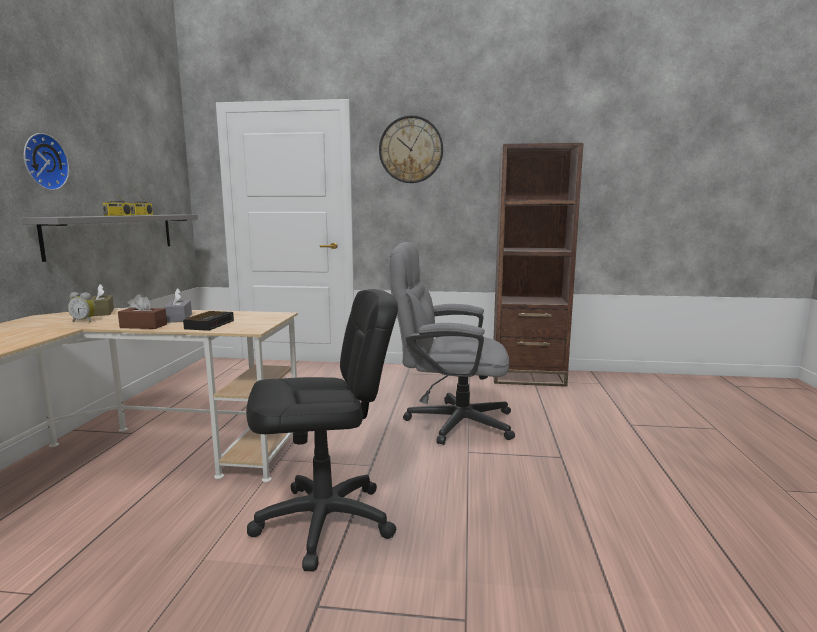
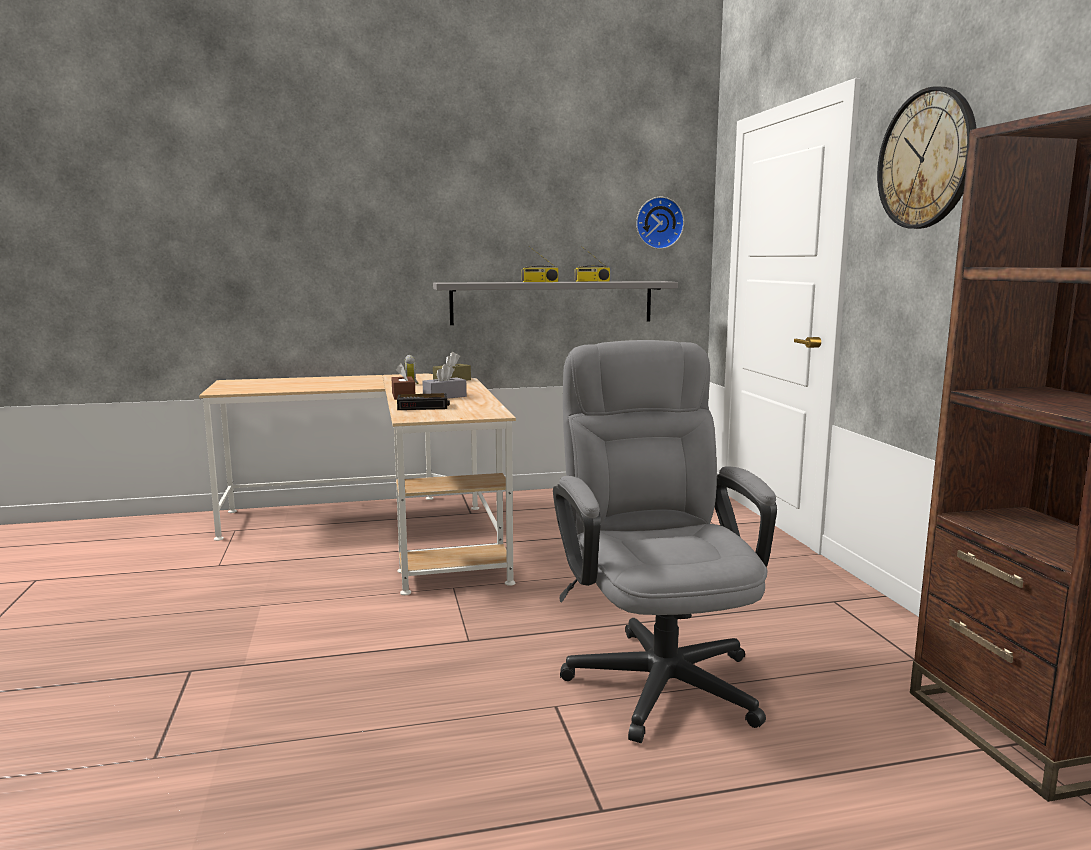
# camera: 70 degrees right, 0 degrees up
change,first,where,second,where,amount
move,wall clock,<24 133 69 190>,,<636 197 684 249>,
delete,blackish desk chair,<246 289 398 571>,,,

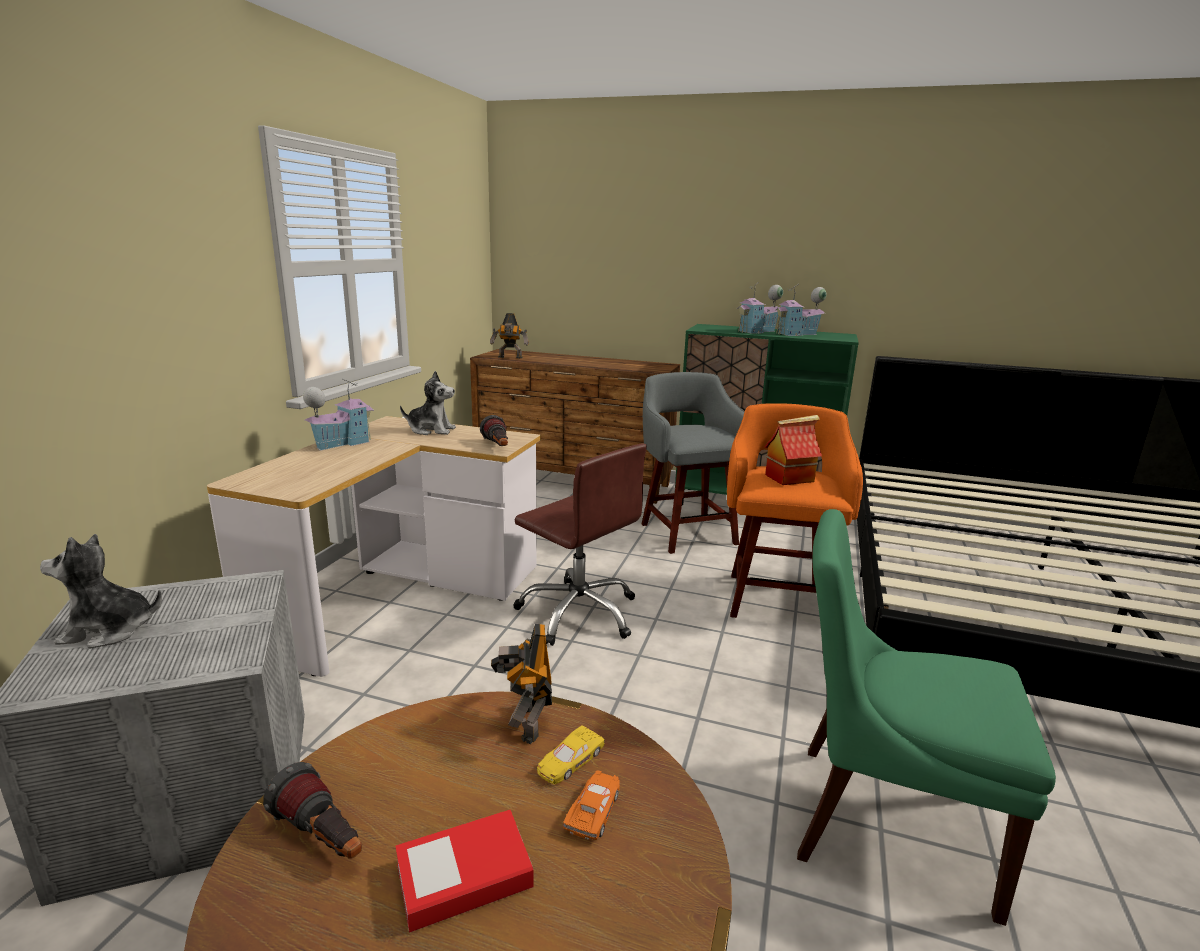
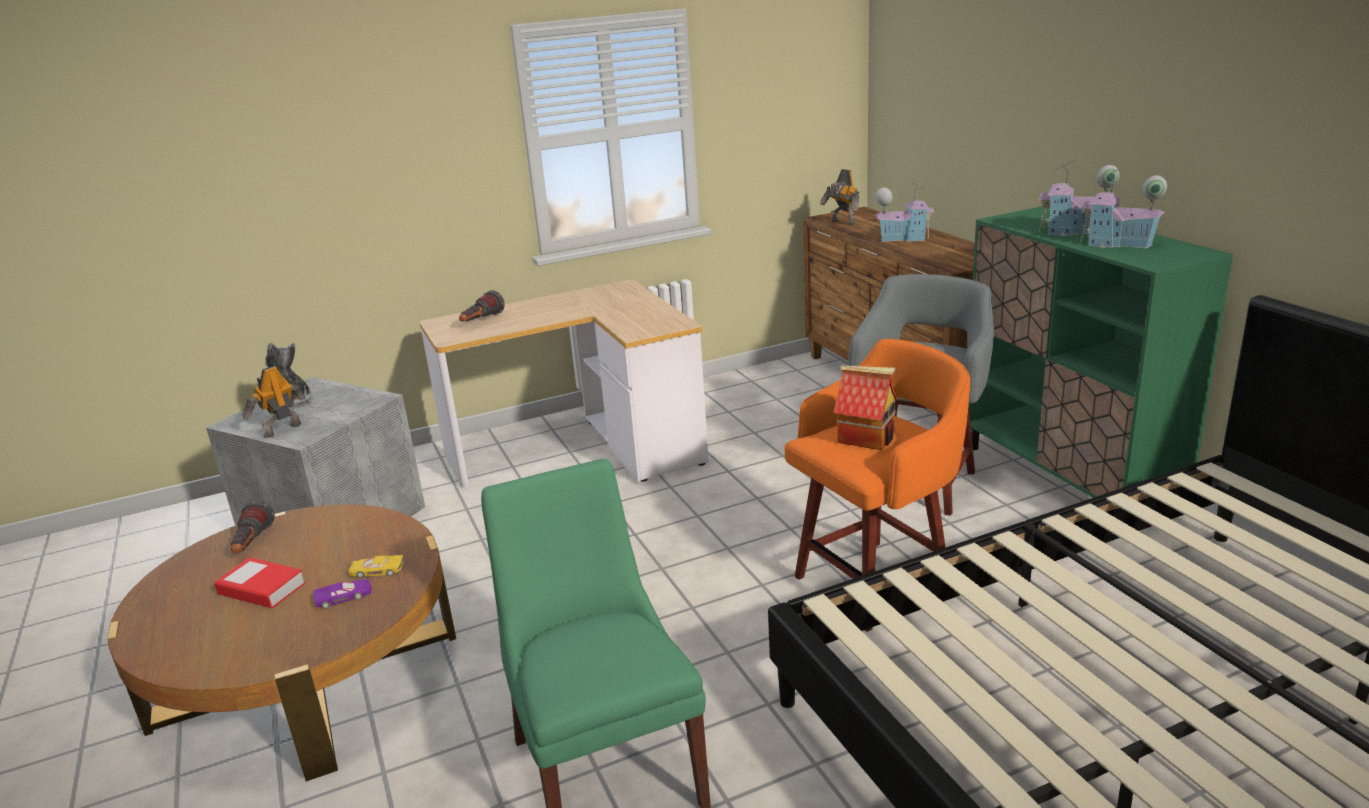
# camera: 50 degrees right, 5 degrees up
change,first,where,second,where,amount
move,toy robot,<491 624 552 744>,,<242 366 303 438>,
recolor,orangey model car,<563 770 620 840>,purple-coloured model car,<314 579 372 609>,
move,hand torch,<480 415 508 446>,,<459 290 505 322>,
move,toy house,<303 379 374 451>,,<875 182 935 242>,
delete,soft toy,<400 371 456 435>,,,
delete,brownish desk chair,<513 443 647 646>,,,

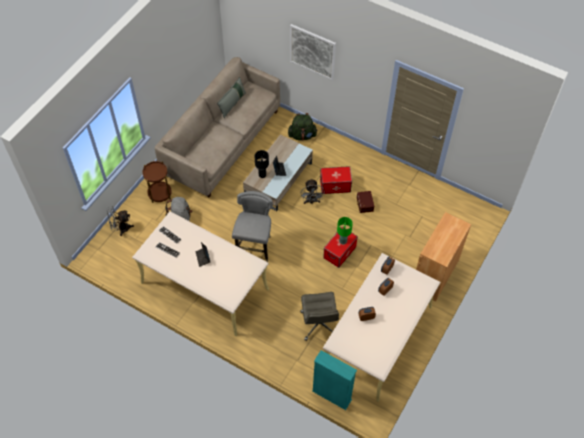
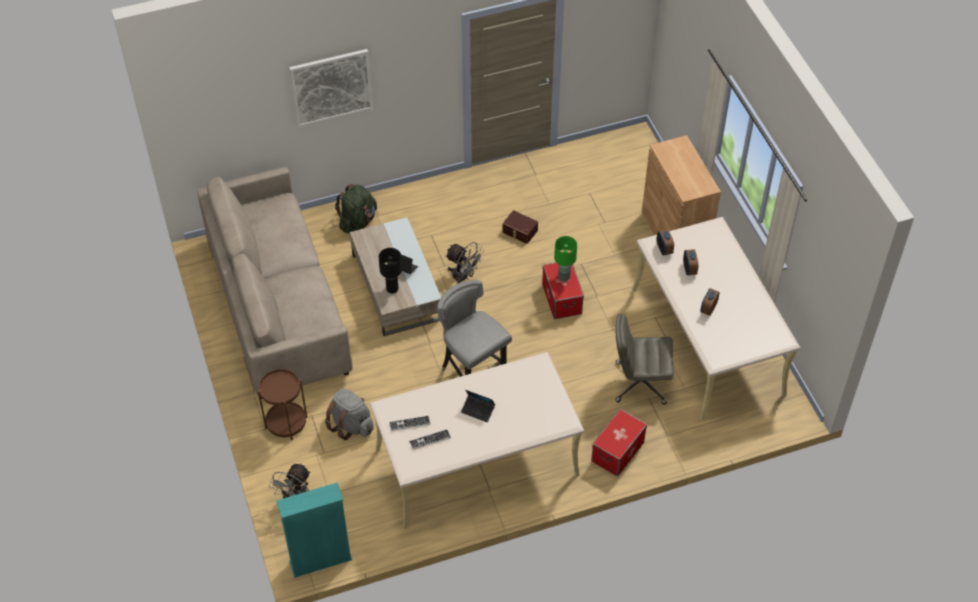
# camera: 50 degrees left, 5 degrees down
change,first,where,second,where,amount
move,turquoise shelving unit,<312 350 357 410>,,<276 482 352 578>,
move,storage box,<320 166 352 194>,,<591 409 647 477>,
rotate,gray desk chair,<300 292 339 341>,,<616 313 674 405>,150 degrees clockwise
delete,gray pillow,<217 77 246 118>,,,

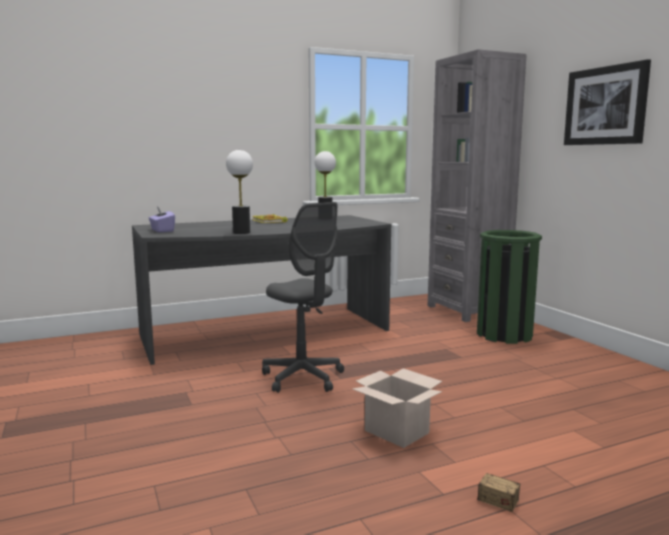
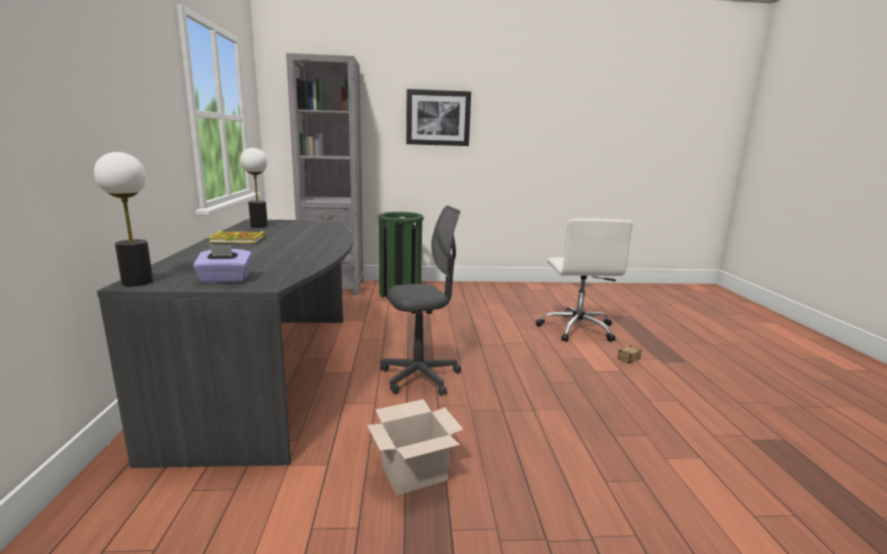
# camera: 70 degrees left, 5 degrees up
change,first,where,second,where,amount
move,table lamp,<226 150 253 234>,,<94 152 153 286>,
move,packing box,<353 368 442 448>,,<367 399 463 495>,
insert,,,whitish desk chair,<536 218 633 342>,

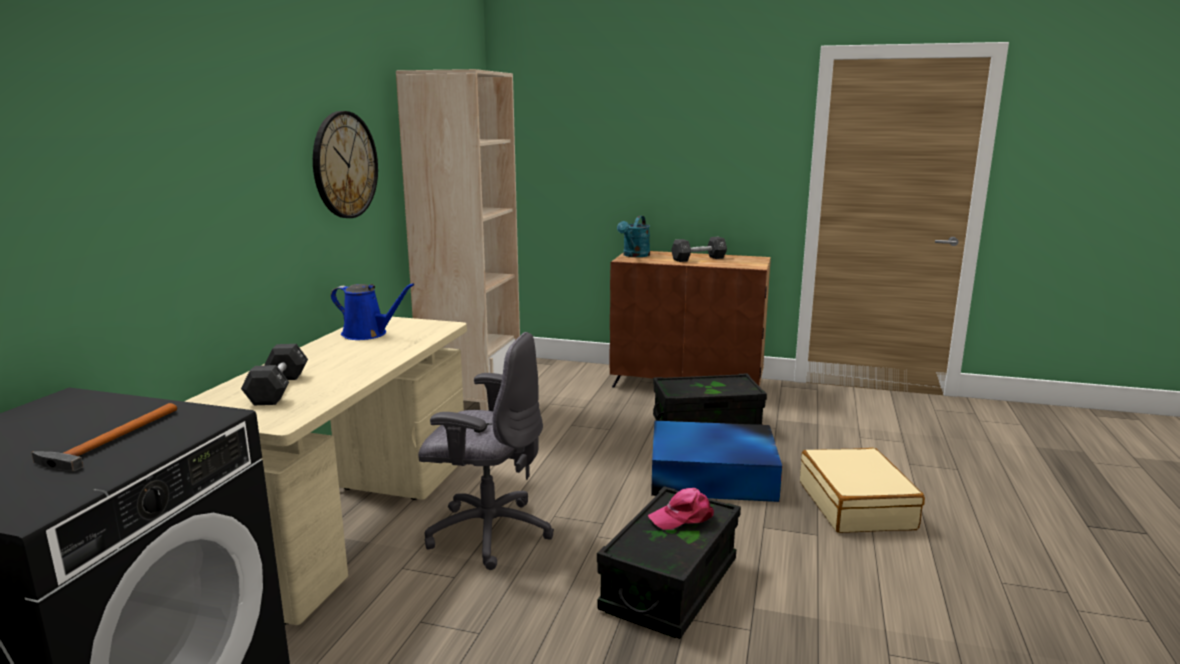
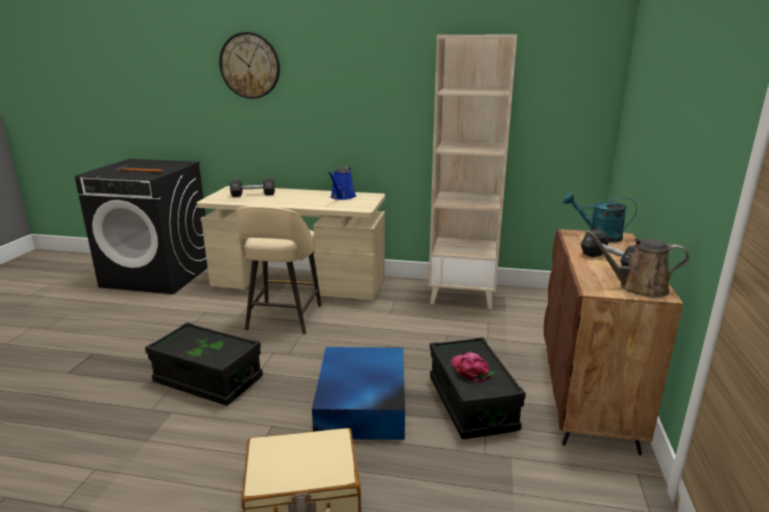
# camera: 85 degrees right, 5 degrees up
change,first,where,second,where,amount
move,wall clock,<313 111 378 218>,,<219 32 280 99>,
replace,gray desk chair,<418 332 554 570>,beige-coloured stool seat,<236 206 321 334>,
move,pink baseball cap,<648 488 714 530>,,<451 352 491 382>,
insert,,,brownish watering pot,<585 230 689 298>,

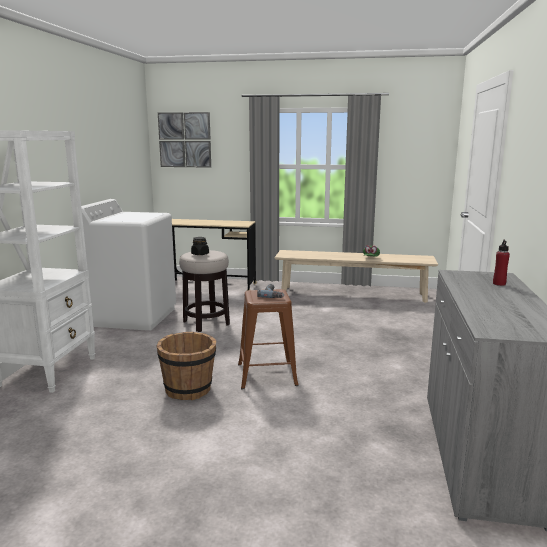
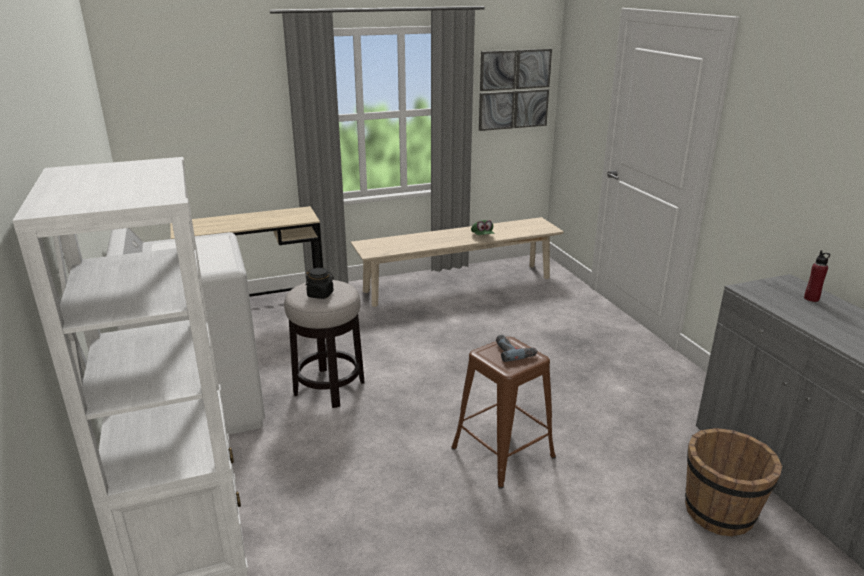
# camera: 30 degrees left, 10 degrees up
change,first,where,second,where,amount
move,picture,<158 112 211 168>,,<479 49 552 131>,
move,brownish pail,<157 332 216 400>,,<685 428 782 537>,

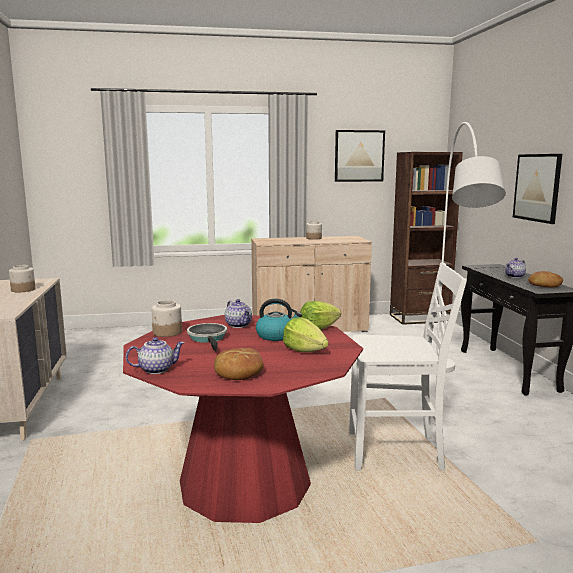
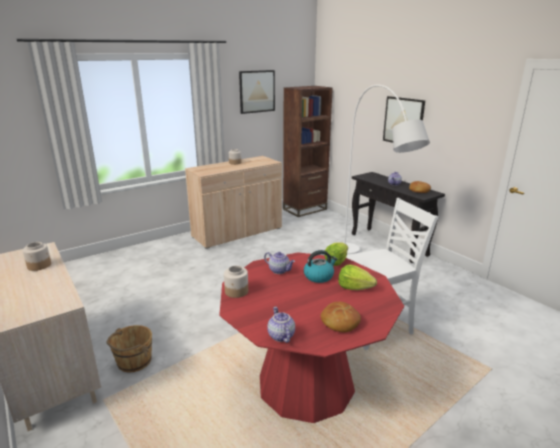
# camera: 25 degrees left, 10 degrees up
change,first,where,second,where,amount
insert,,,brownish pail,<107 325 152 372>,
rotate,pot for tea,<126 337 184 374>,,<267 307 295 343>,60 degrees counterclockwise
delete,frying pan,<187 323 227 351>,,,

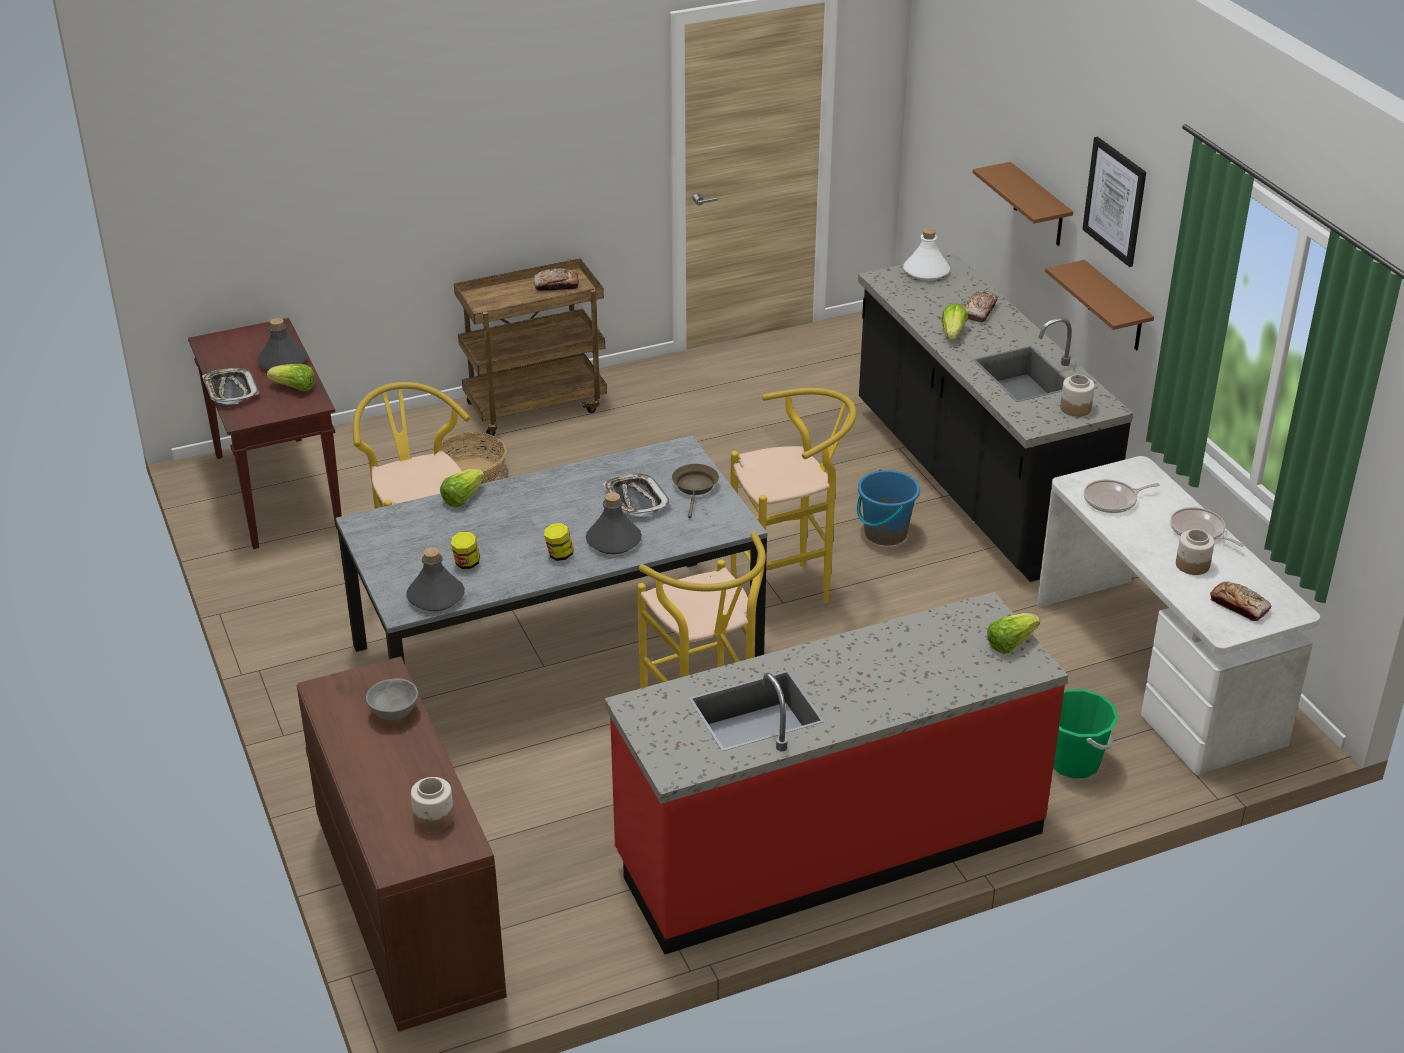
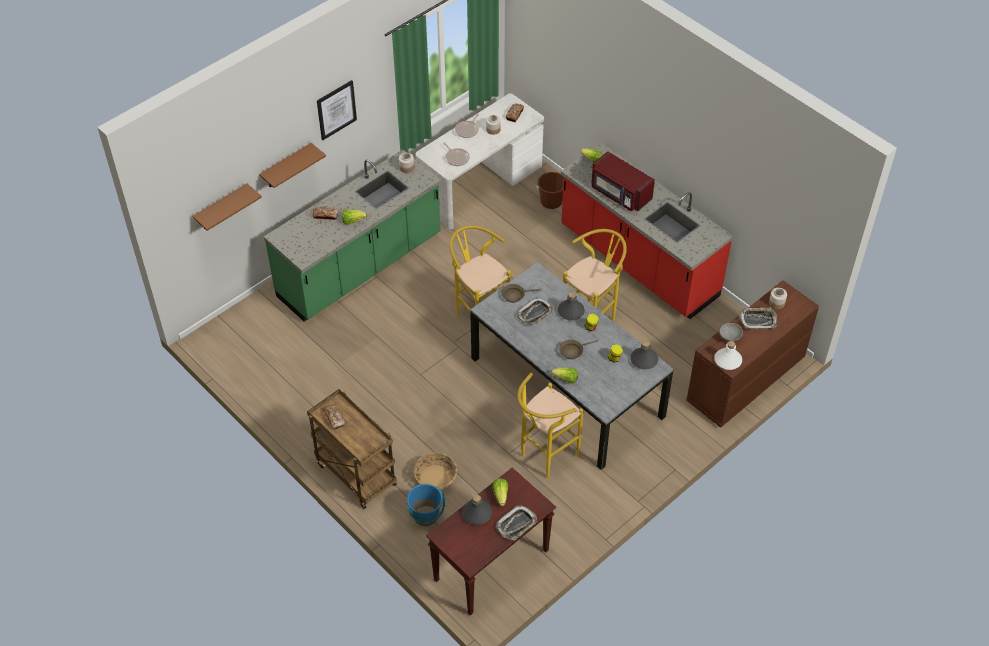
# camera: 110 degrees left, 15 degrees up
change,first,where,second,where,amount
move,brownish shelf,<1045 260 1154 351>,,<192 183 262 231>,
recolor,blackish kitchen counter,<858 254 1133 582>,green kitchen counter,<264 149 442 321>,
move,bluish pail,<857 469 920 546>,,<407 484 445 526>,
recolor,green pail,<1053 689 1119 778>,brownish pail,<537 172 564 209>,
insert,,,brownish frying pan,<559 340 598 359>,
insert,,,red-coloured microwave oven,<591 151 655 212>,
move,whitish drink bottle,<903 228 950 281>,,<714 341 742 370>,
insert,,,tray,<739 308 777 329>,

